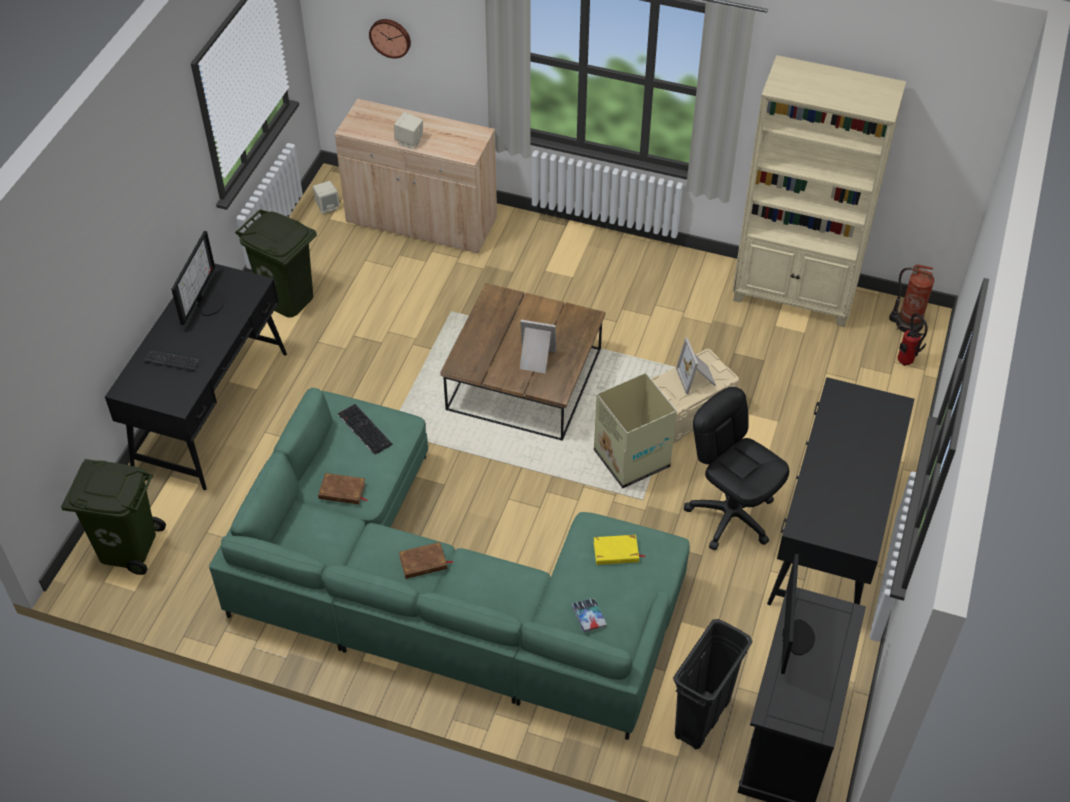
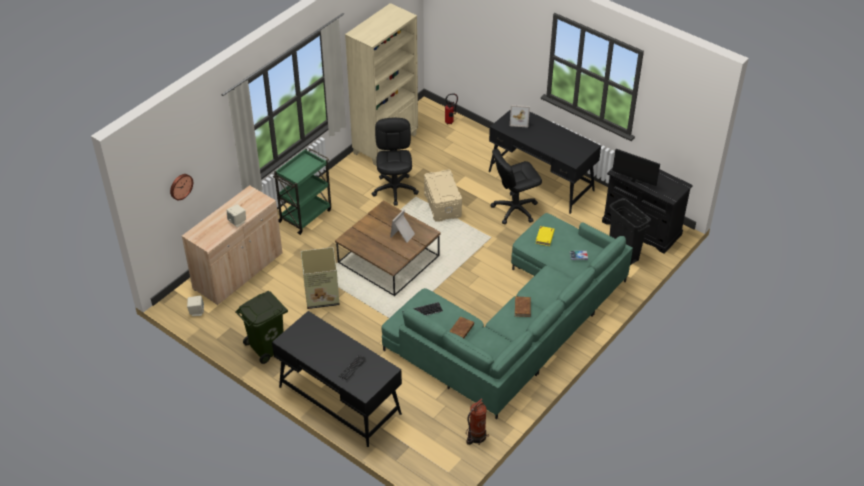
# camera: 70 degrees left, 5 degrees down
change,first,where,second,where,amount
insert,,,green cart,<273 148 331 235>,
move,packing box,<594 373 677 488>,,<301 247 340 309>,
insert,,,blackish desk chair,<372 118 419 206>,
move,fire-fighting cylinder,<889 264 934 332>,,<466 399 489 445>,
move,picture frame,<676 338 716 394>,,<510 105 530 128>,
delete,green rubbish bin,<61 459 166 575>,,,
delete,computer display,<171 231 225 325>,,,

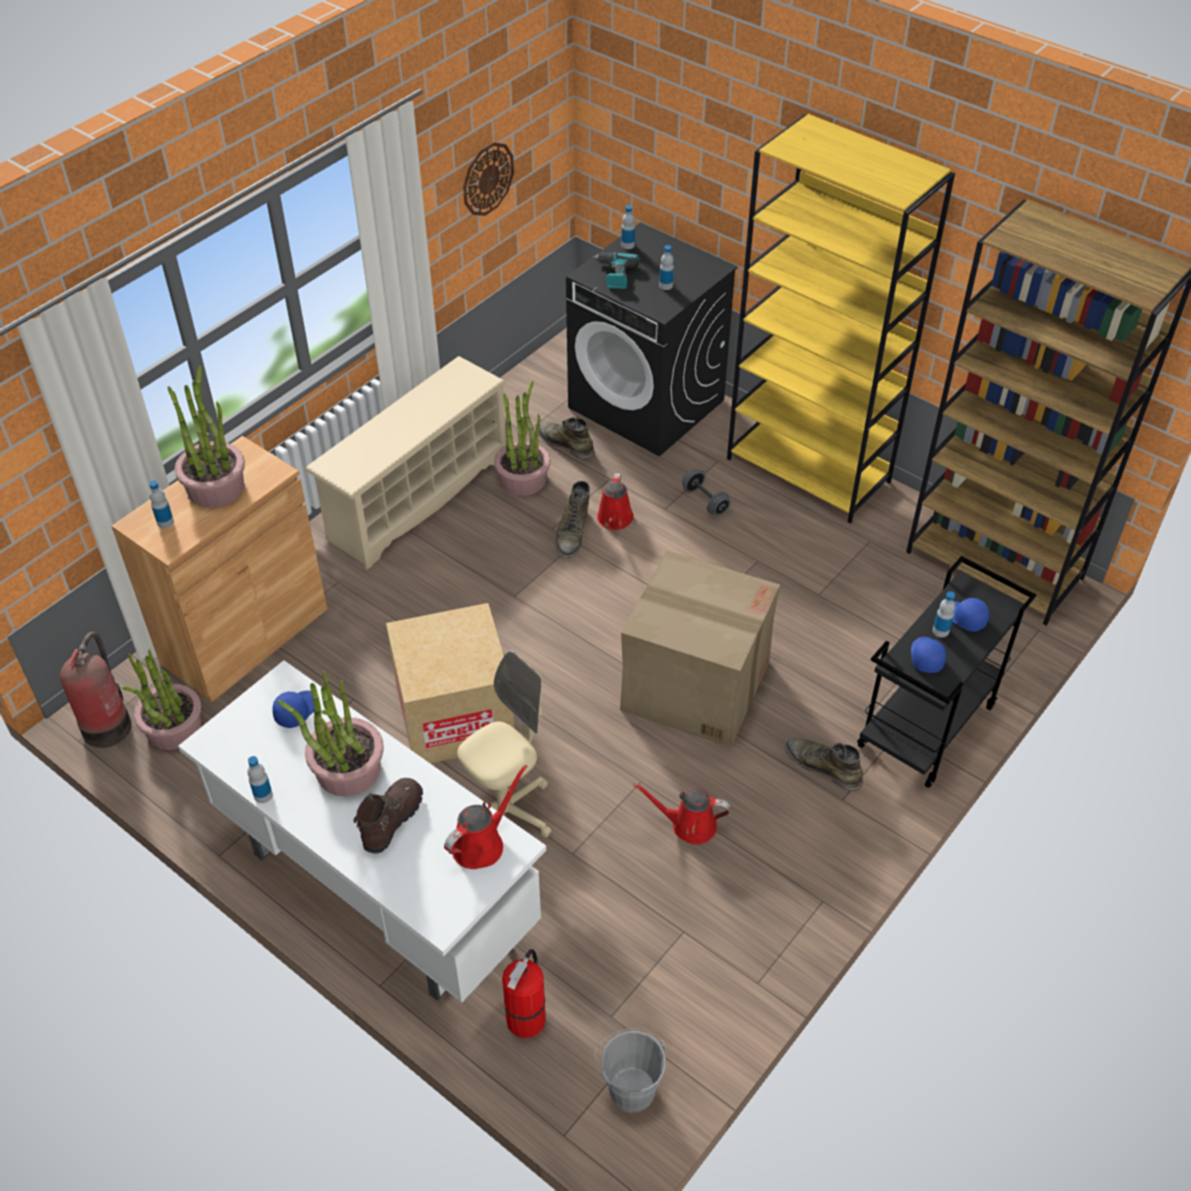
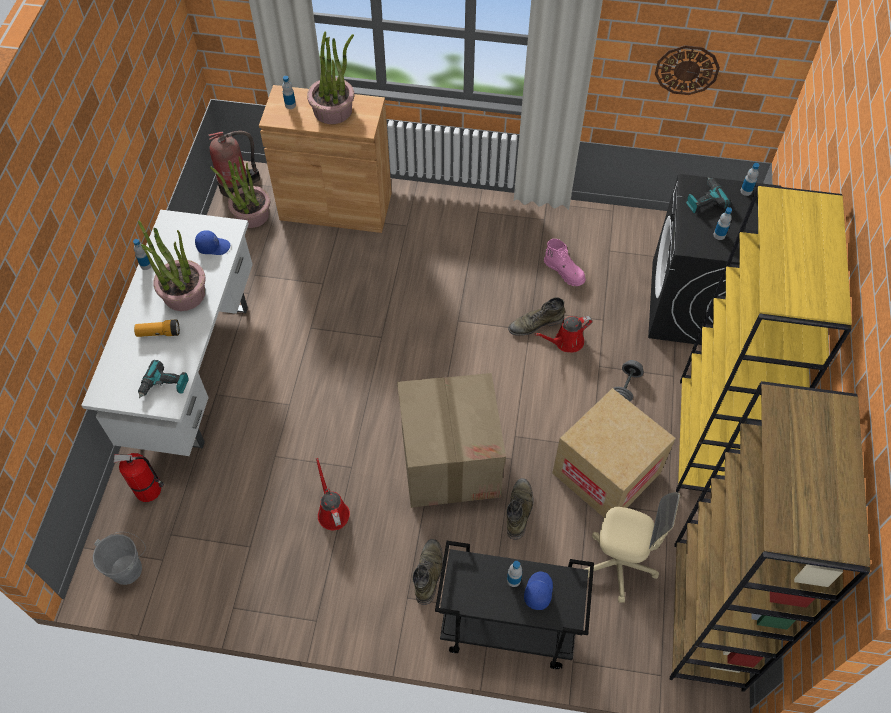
# camera: 60 degrees right, 10 degrees up
change,first,where,second,where,amount
replace,brownish boot,<353 778 423 854>,hand torch,<134 319 180 337>,
replace,red-coloured watering pot,<444 764 528 869>,electric drill,<138 360 189 398>,
move,green boot,<539 417 595 460>,,<506 478 534 540>,
replace,houseplant,<494 381 551 496>,pink boot,<544 239 586 286>,
move,packing box,<386 603 514 763>,,<552 388 676 517>,
move,beige-coloured desk chair,<457 651 551 838>,,<585 492 680 603>,
delete,beige-coloured shoe rack,<305 356 506 570>,,,
delete,bluish baseball cap,<911 637 946 673>,,,

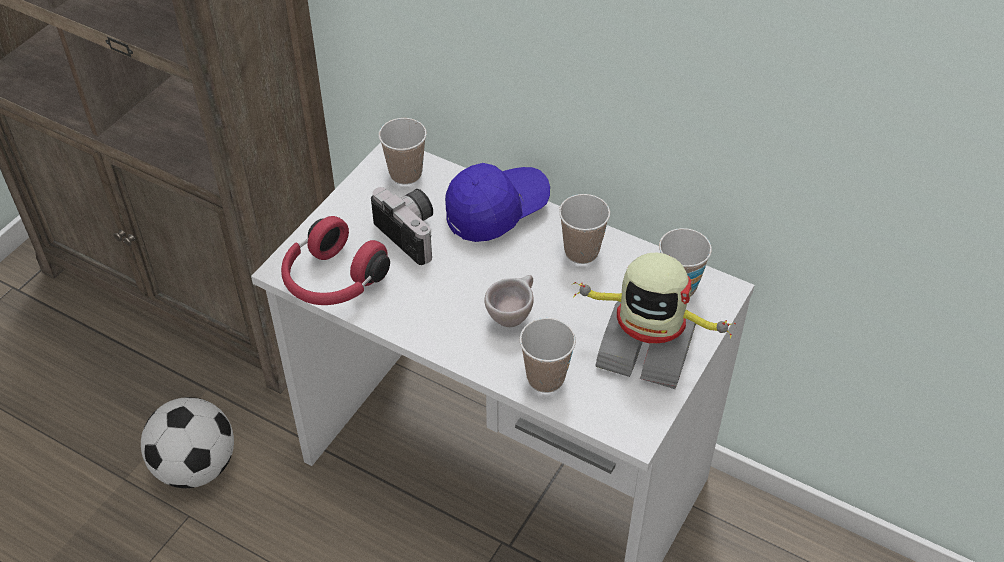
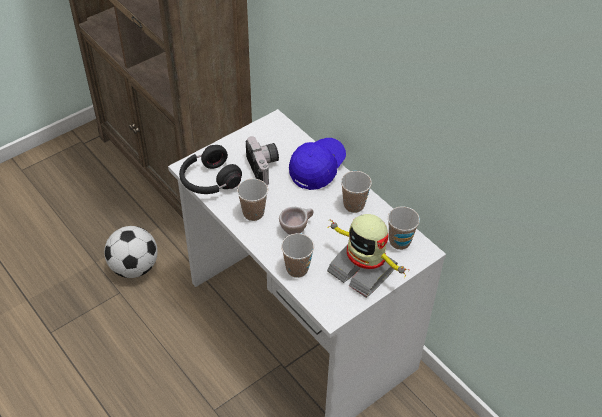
# camera: 20 degrees right, 0 degrees up
change,first,where,second,where,amount
recolor,red-coloured headset,<281 216 390 305>,blackish headset,<179 145 242 194>,
move,small cup,<379 118 427 185>,,<237 178 268 221>,
rotate,bluish baseball cap,<445 163 550 242>,,<289 138 346 190>,45 degrees counterclockwise

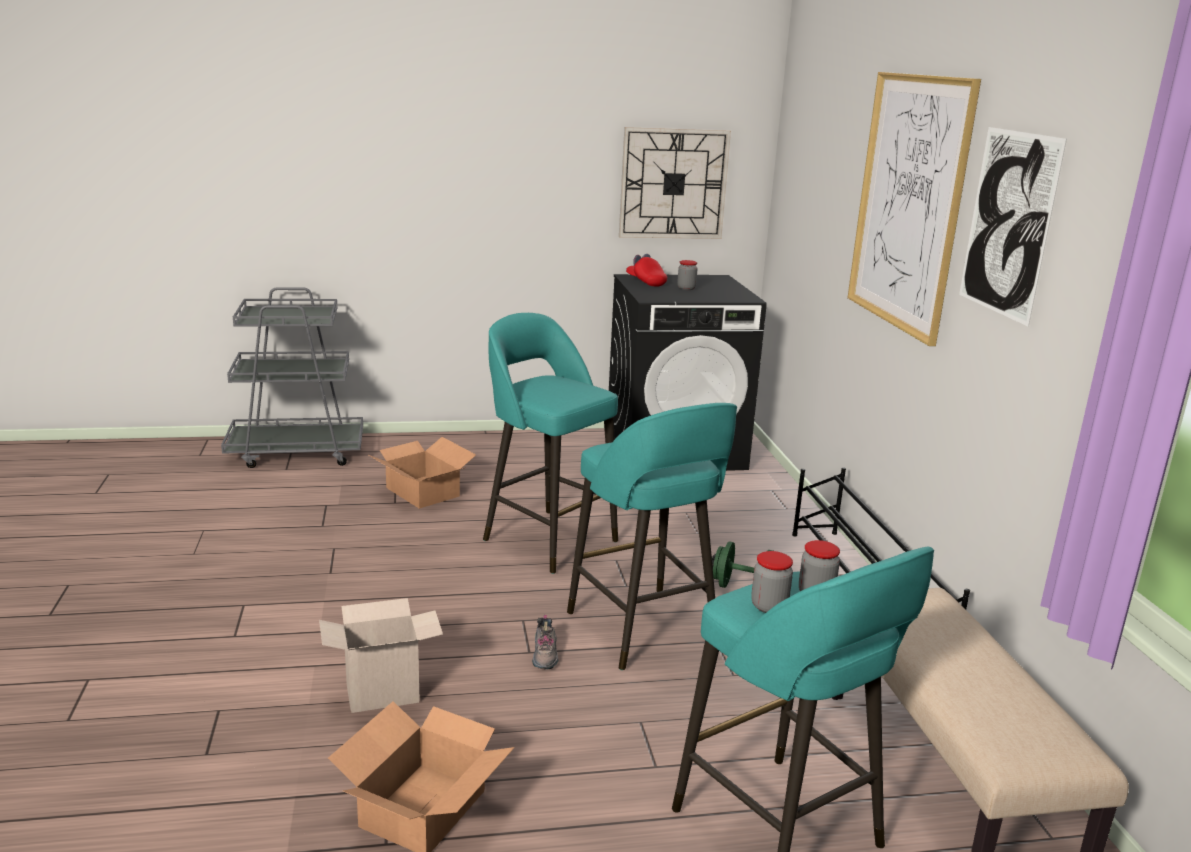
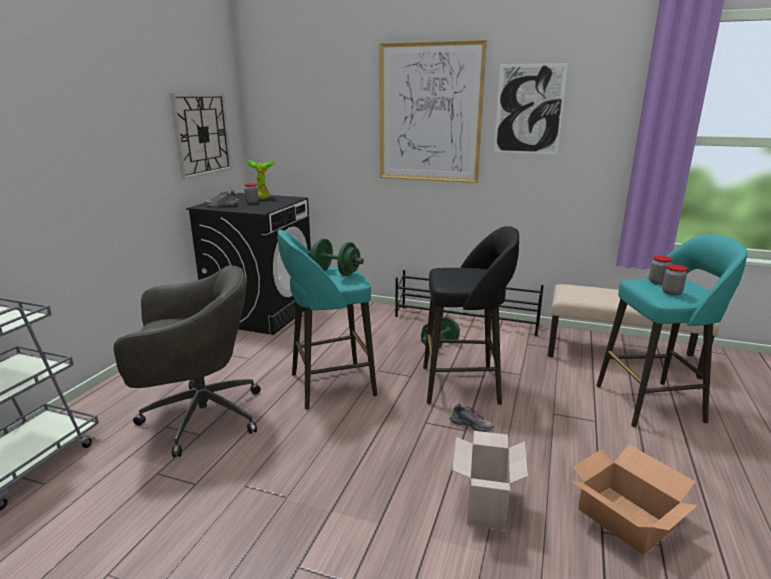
# camera: 60 degrees left, 0 degrees up
change,first,where,second,where,amount
replace,packing box,<369 437 476 509>,gray desk chair,<113 266 261 457>,
replace,red-coloured baseball cap,<626 254 667 286>,low shoe,<204 190 239 207>,
insert,,,houseplant,<245 160 276 200>,
insert,,,green dumbbell,<308 239 364 276>,
recolor,turquoise stool seat,<567 403 737 670>,blackish stool seat,<423 226 519 405>,

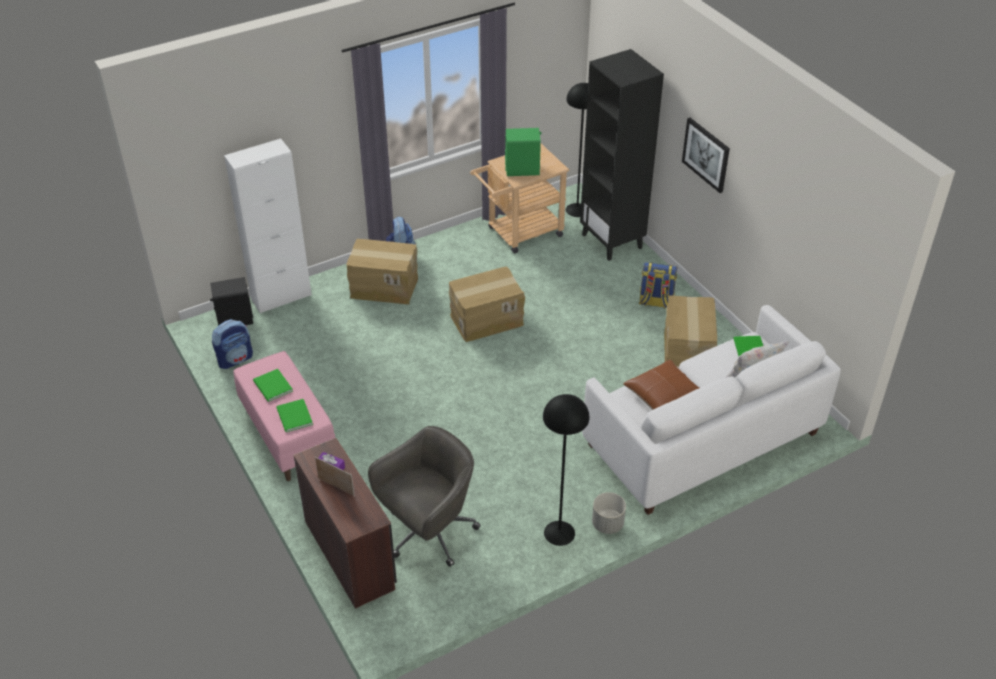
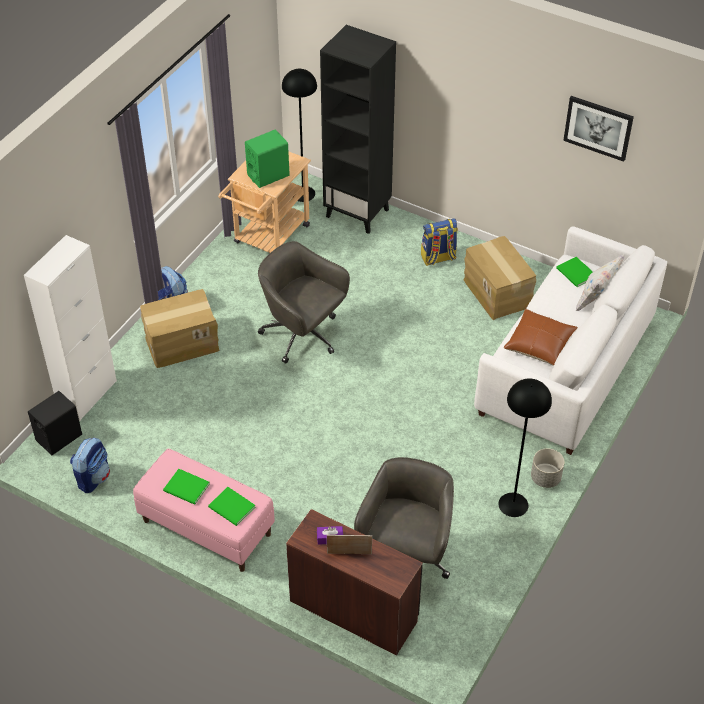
# camera: 30 degrees left, 5 degrees up
change,first,where,second,where,amount
replace,packing box,<449 266 525 342>,gray desk chair,<258 241 350 364>,
move,picture,<682 118 730 193>,,<563 96 634 162>,

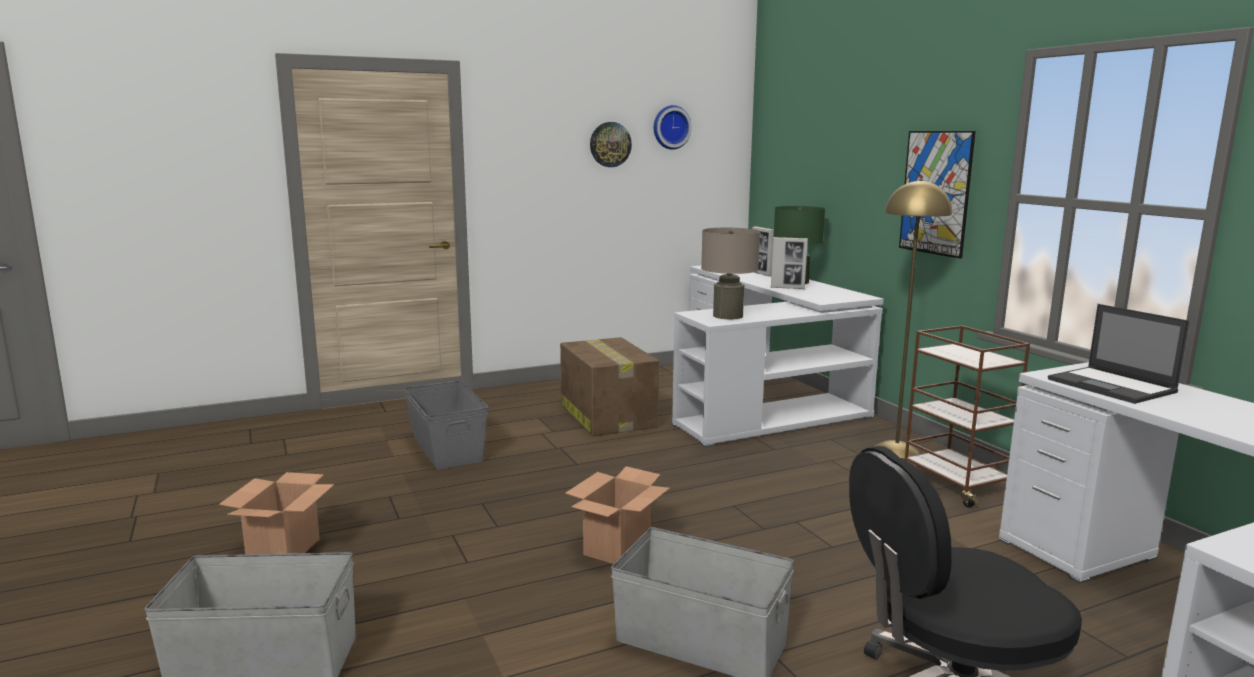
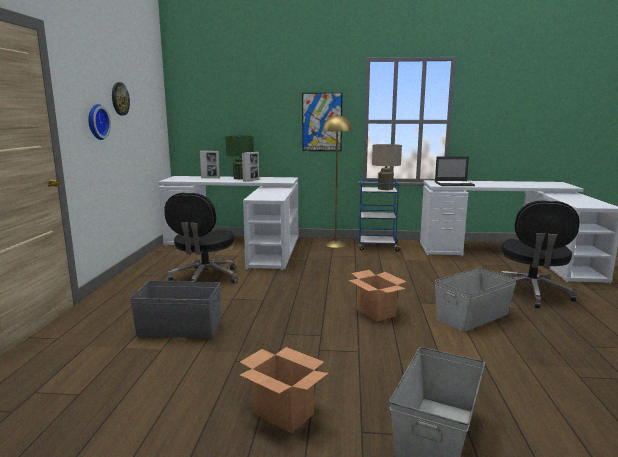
# camera: 60 degrees left, 0 degrees up
change,first,where,second,where,amount
move,wall clock,<654 105 692 150>,,<88 104 111 140>,
replace,packing box,<560 337 659 436>,blackish desk chair,<164 193 238 284>,
recolor,brownish cart,<905 325 1030 507>,bluish cart,<358 179 402 251>,
move,beige-coloured table lamp,<701 228 760 319>,,<372 144 402 190>,

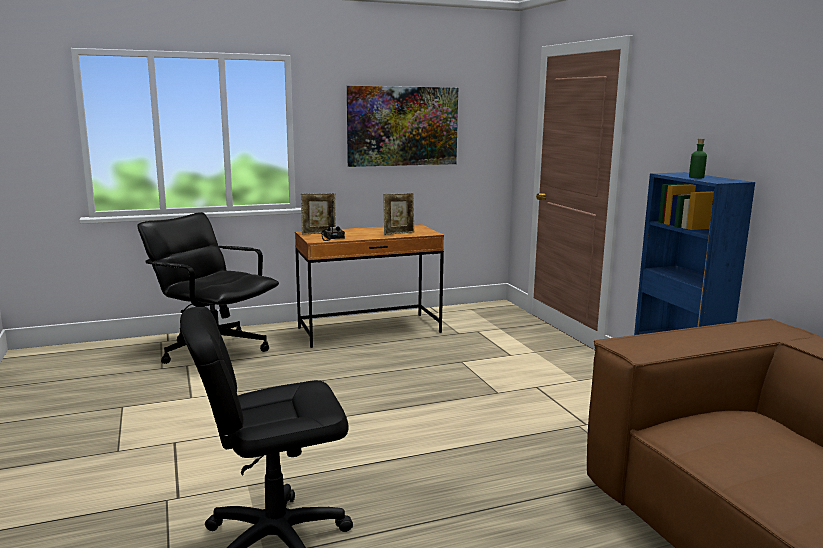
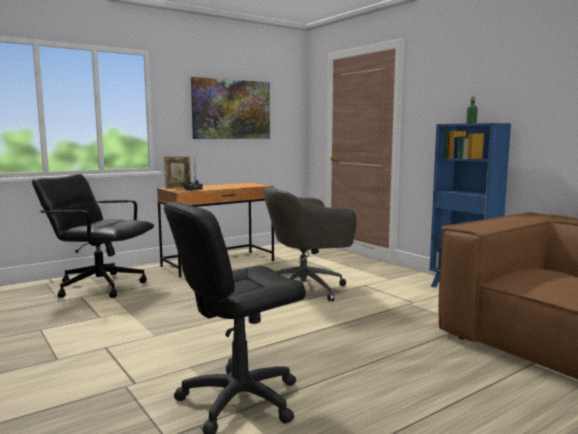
# camera: 15 degrees left, 5 degrees down
change,first,where,second,where,amount
insert,,,gray desk chair,<264 186 356 301>,
delete,picture frame,<383 193 414 235>,,,

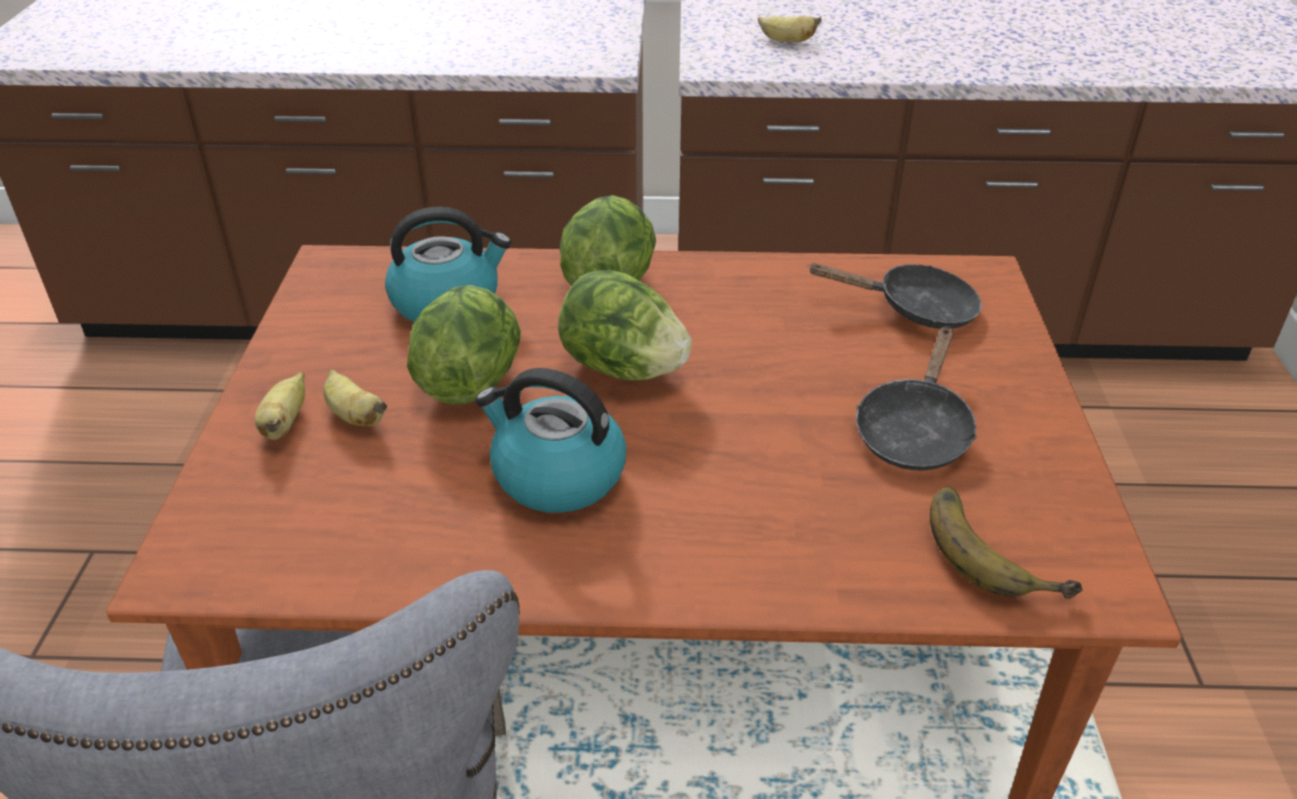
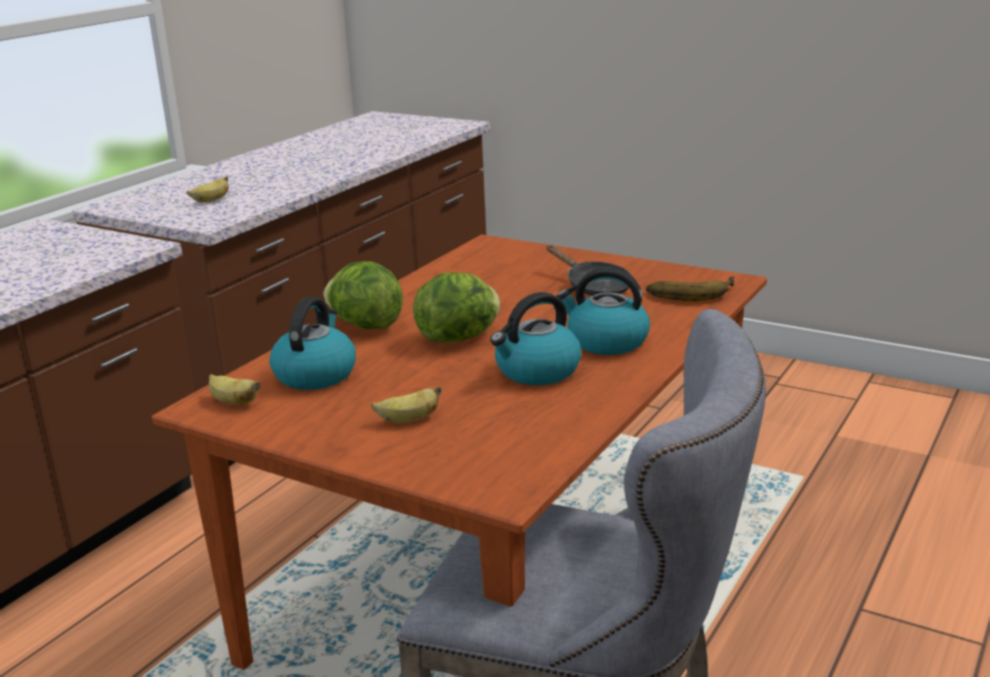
# camera: 60 degrees left, 15 degrees down
change,first,where,second,where,amount
move,whole banana,<255 372 305 440>,,<209 374 261 405>,
insert,,,kettle,<556 268 650 355>,
delete,lettuce head,<407 285 521 405>,,,
delete,blackish frying pan,<807 263 982 329>,,,

